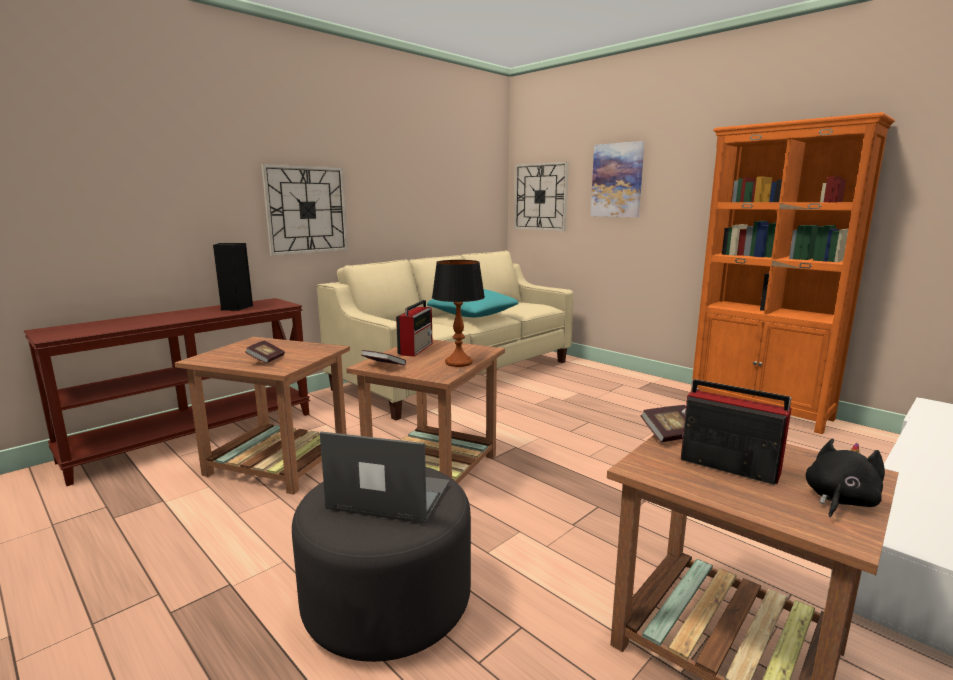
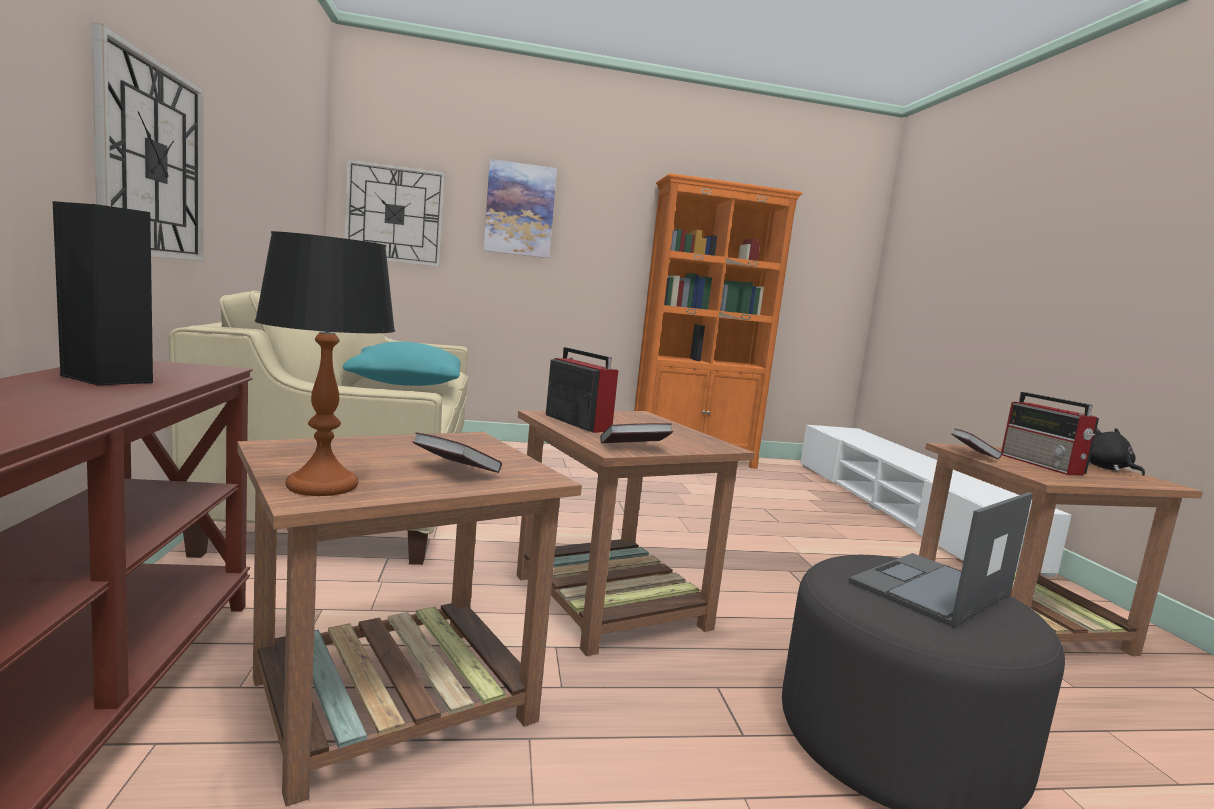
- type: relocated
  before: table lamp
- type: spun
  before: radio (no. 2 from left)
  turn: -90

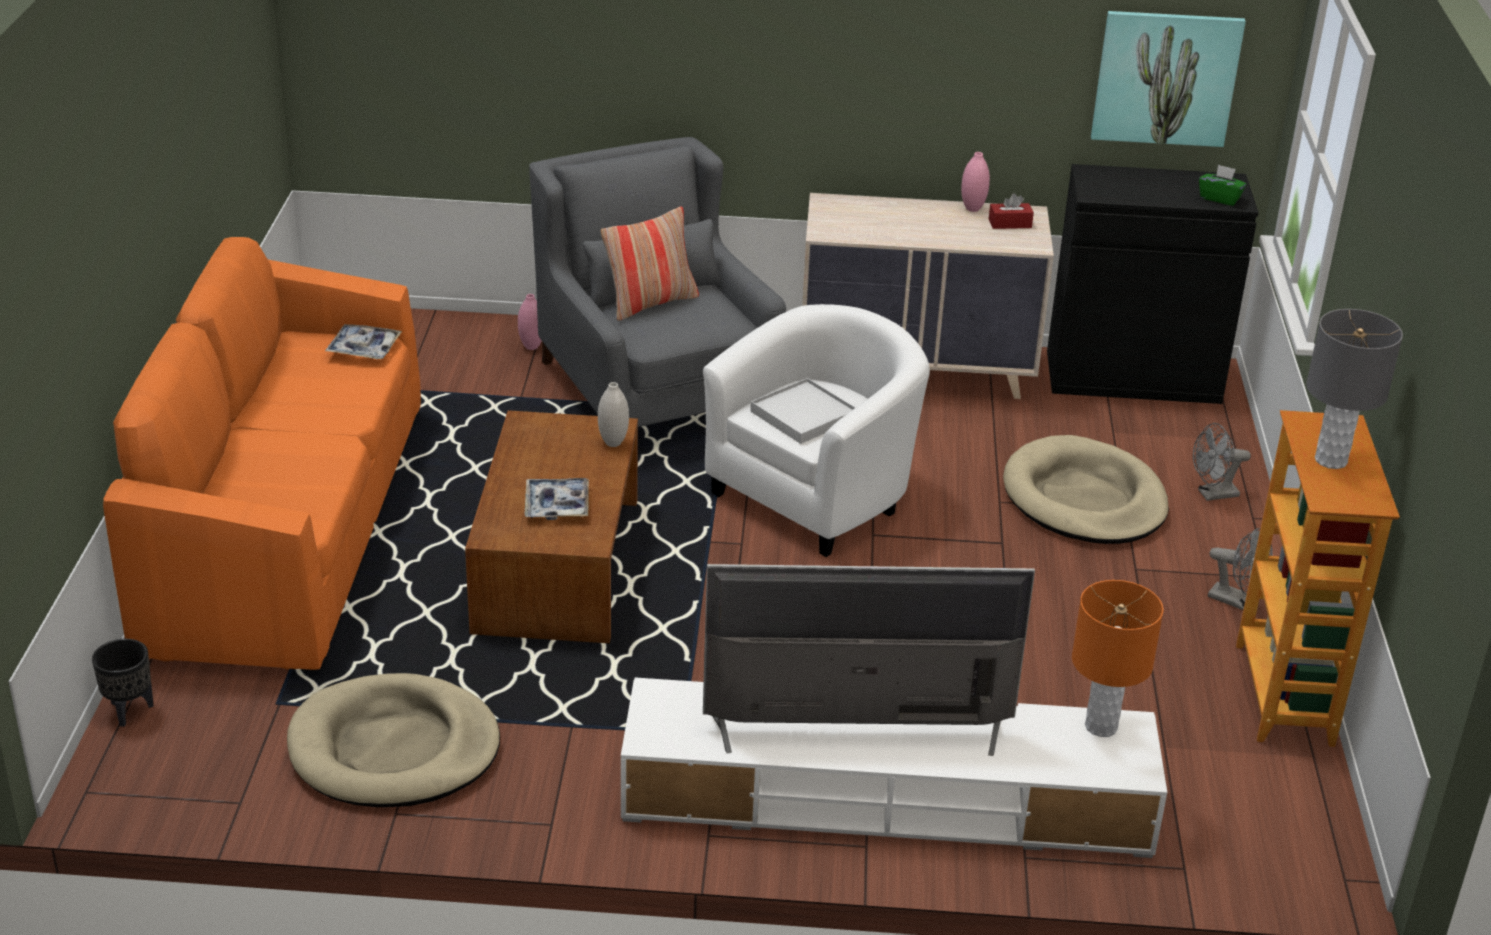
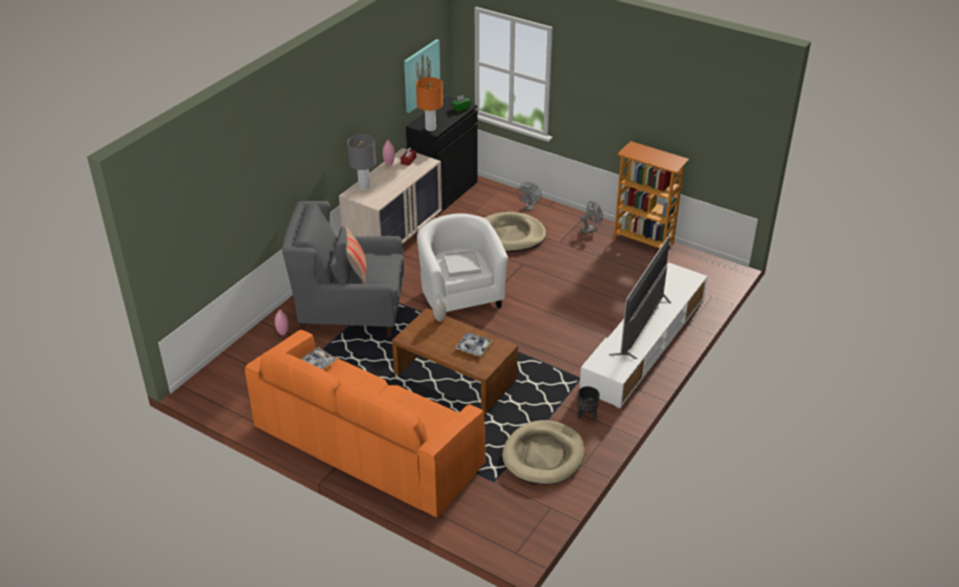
- type: relocated
  before: grey table lamp
- type: relocated
  before: orange table lamp
- type: relocated
  before: black planter

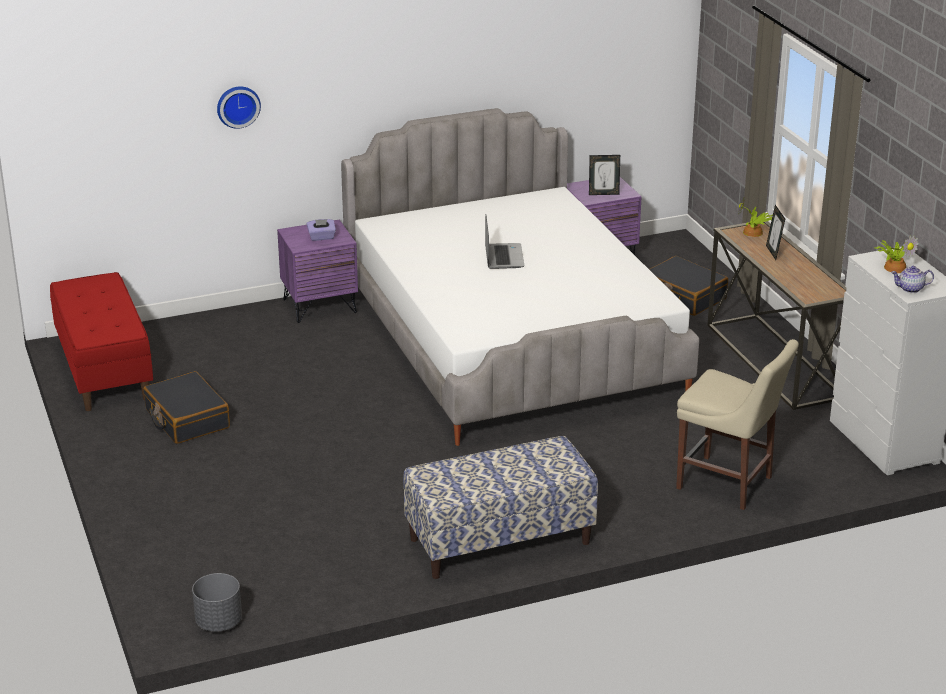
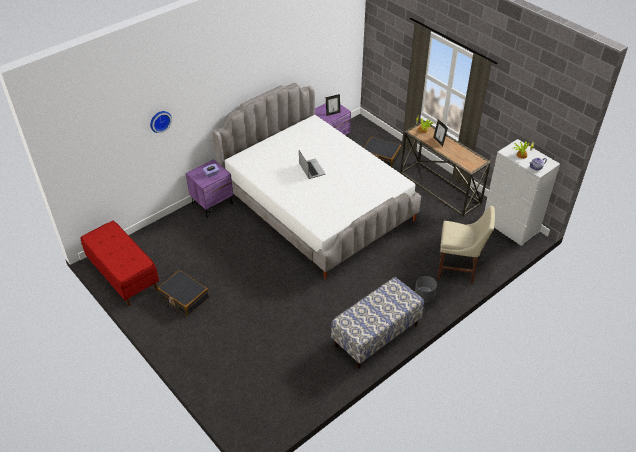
- type: relocated
  before: grey planter

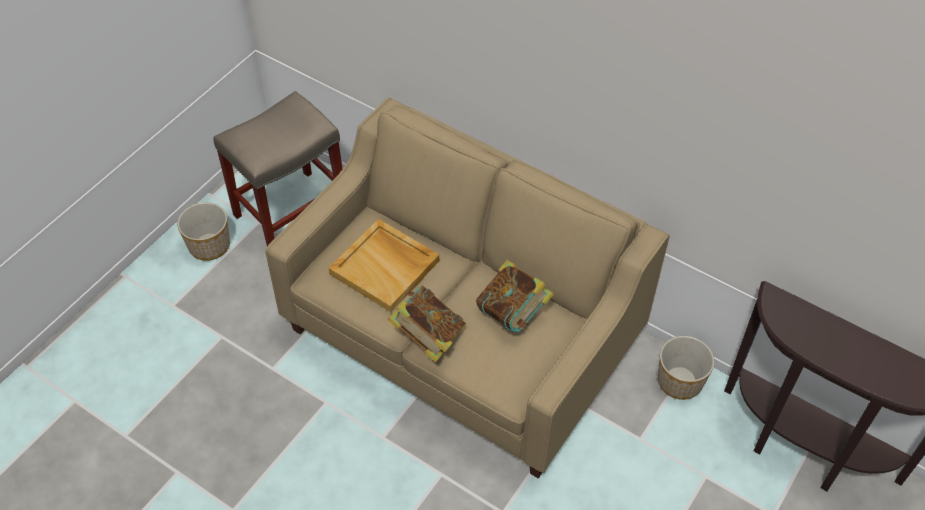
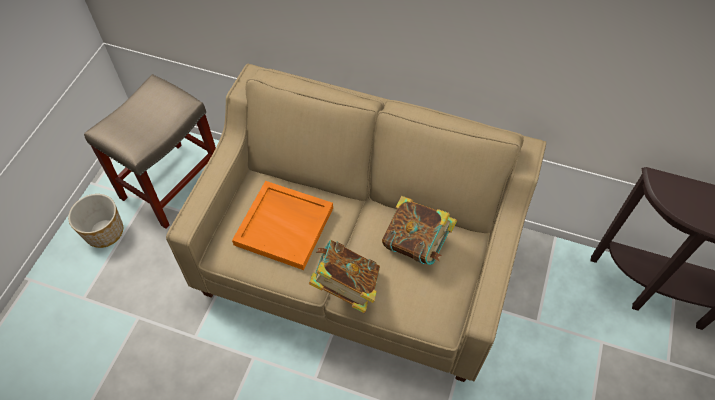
- type: colour
  before: beige tray
  after: orange tray
- type: missing
  before: planter (no. 2 from left)

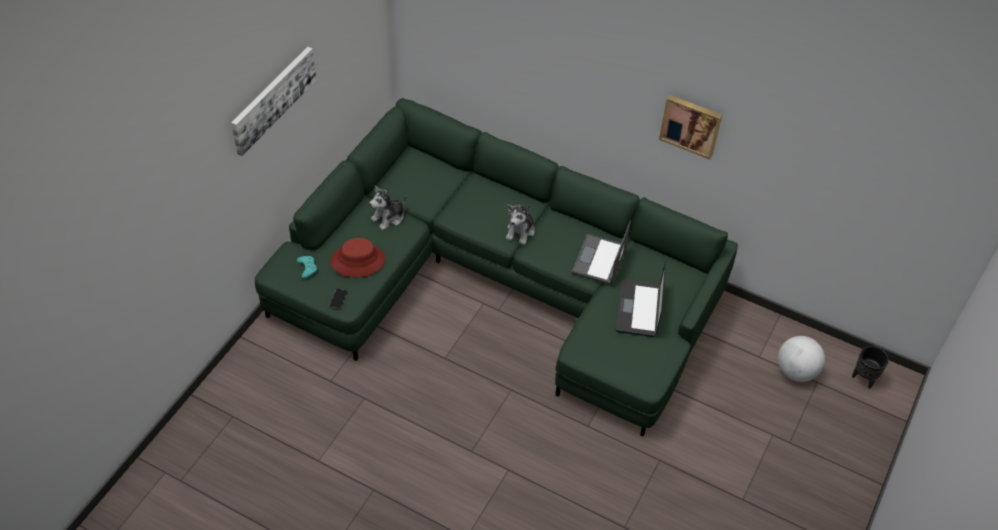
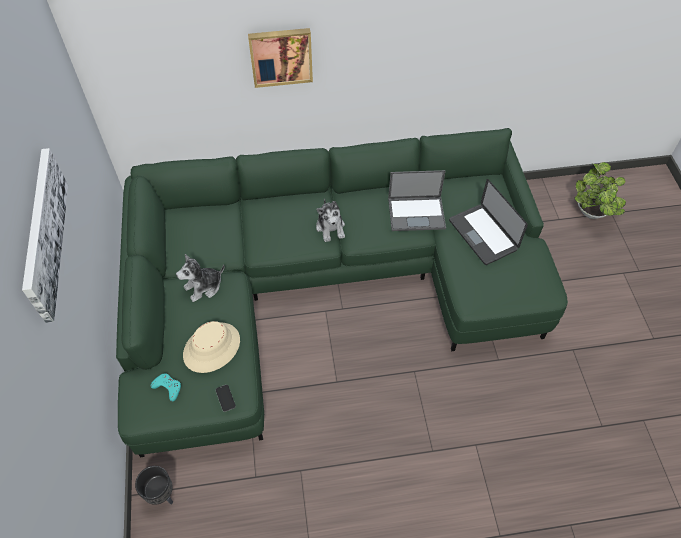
- type: relocated
  before: picture (no. 2 from left)
- type: spun
  before: plush toy (no. 1 from left)
  turn: 45
- type: spun
  before: laptop (no. 1 from left)
  turn: -75
- type: colour
  before: red hat
  after: beige hat
- type: exchanged
  before: globe
  after: potted plant
- type: relocated
  before: black planter

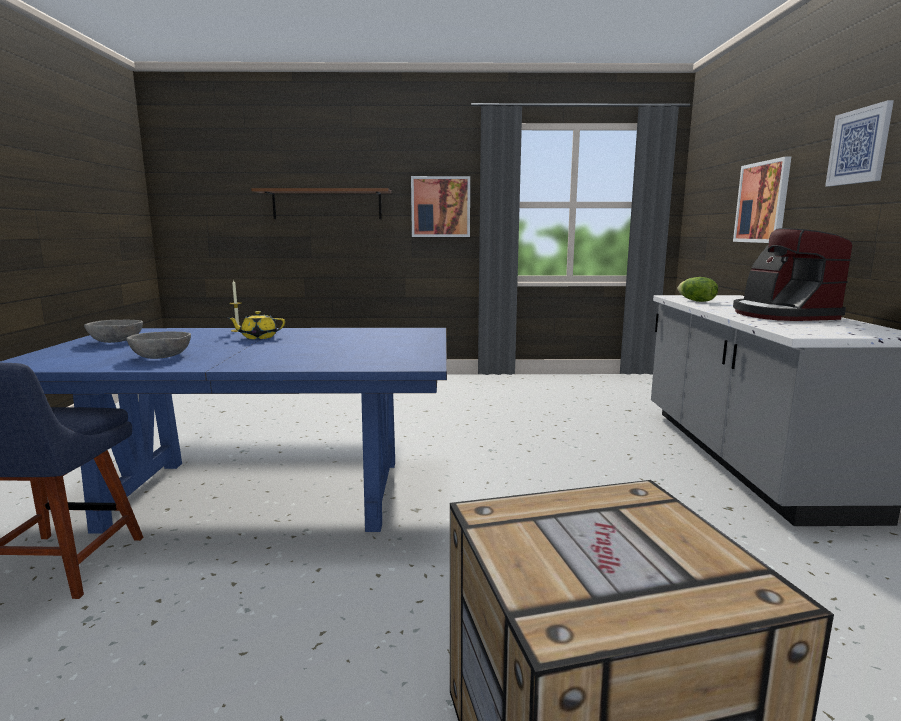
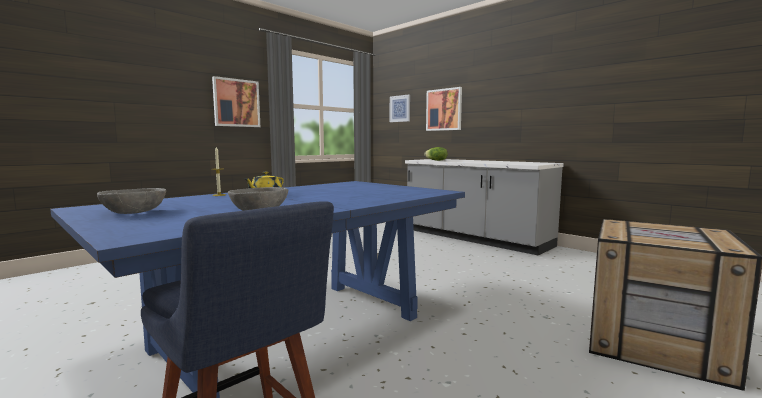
- type: relocated
  before: picture (no. 3 from left in the first image)
  after: picture (no. 2 from left)
- type: missing
  before: brown shelf
- type: missing
  before: coffee machine

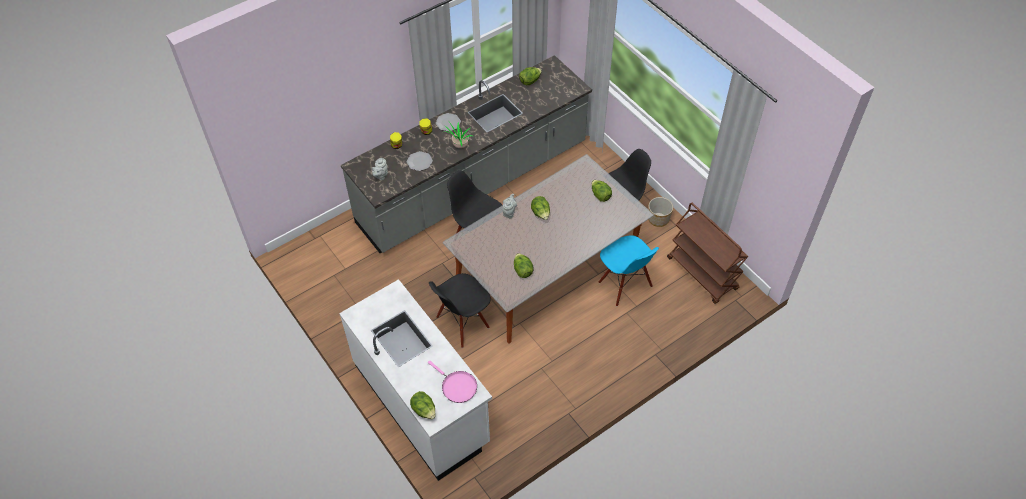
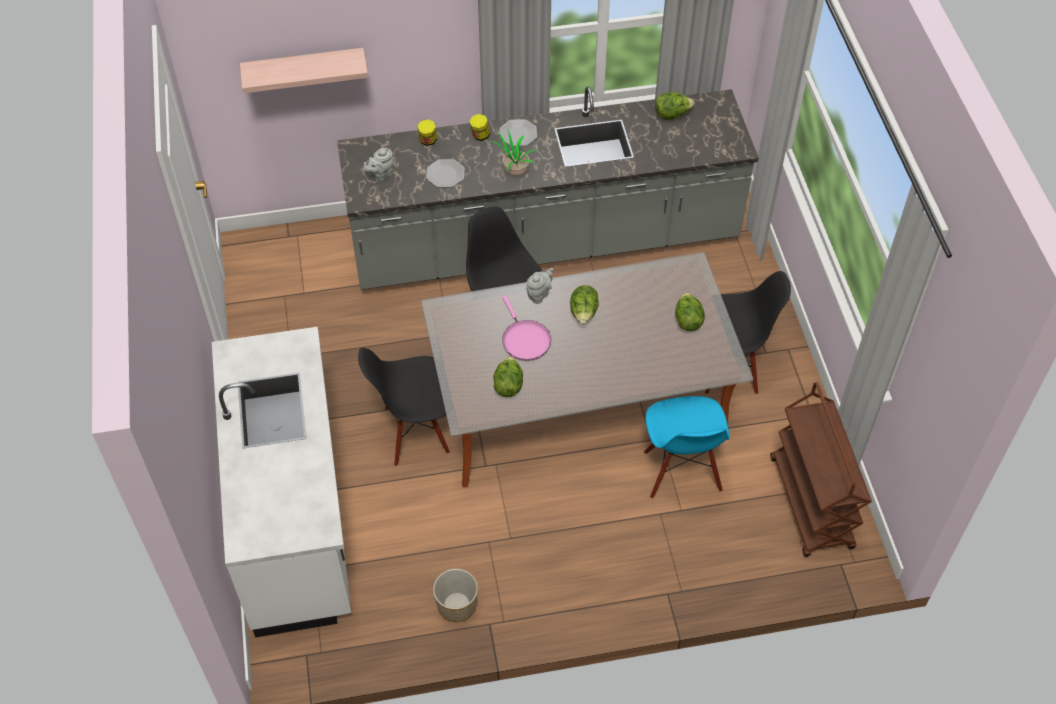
- type: relocated
  before: planter
- type: relocated
  before: pink frying pan
- type: missing
  before: lettuce (no. 1 from left)
- type: appeared
  after: shelf

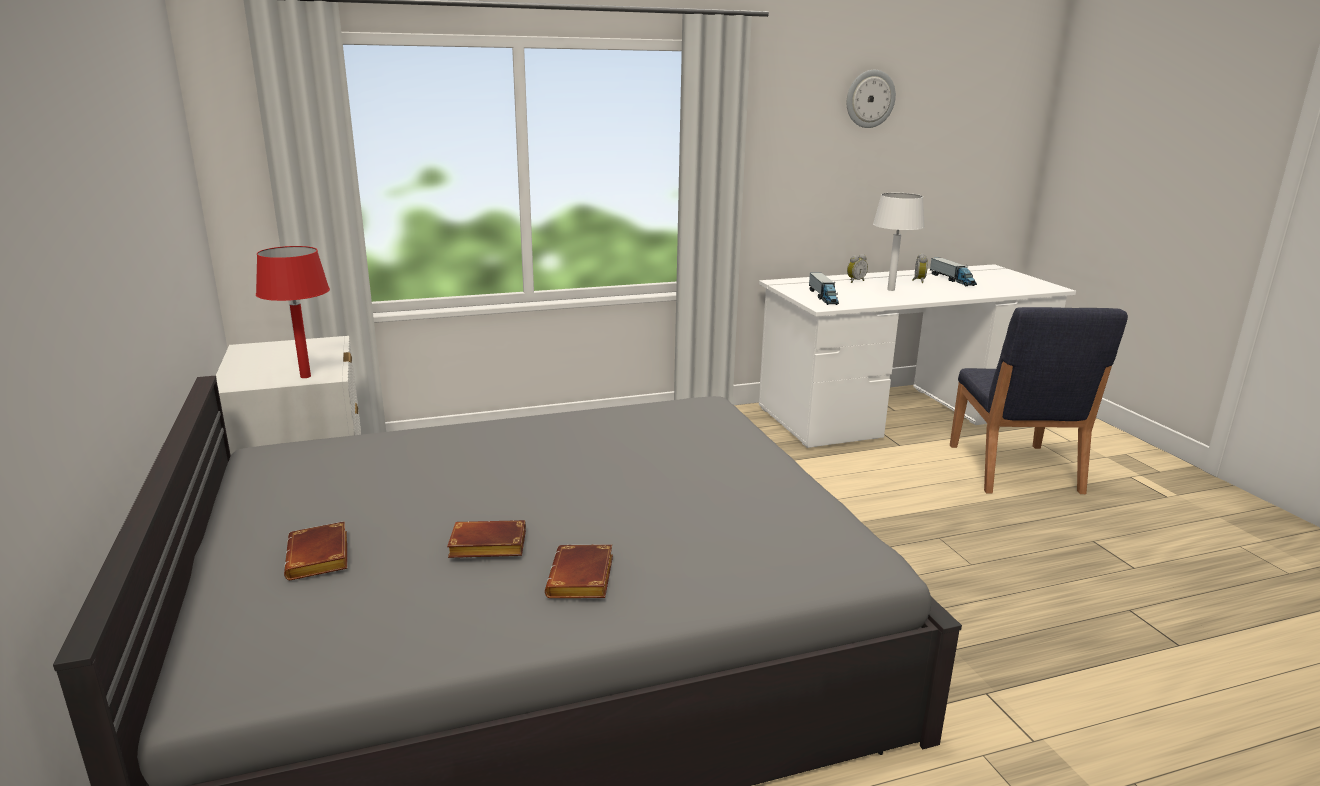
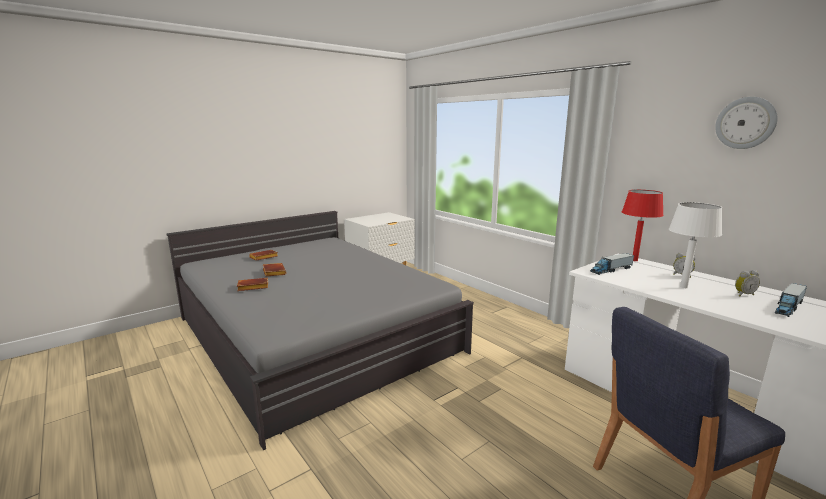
- type: relocated
  before: red table lamp

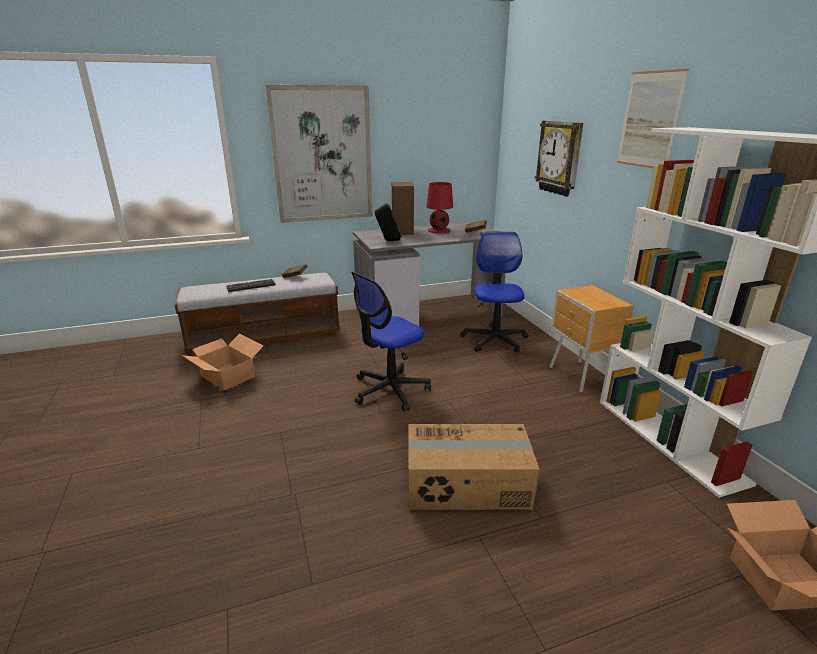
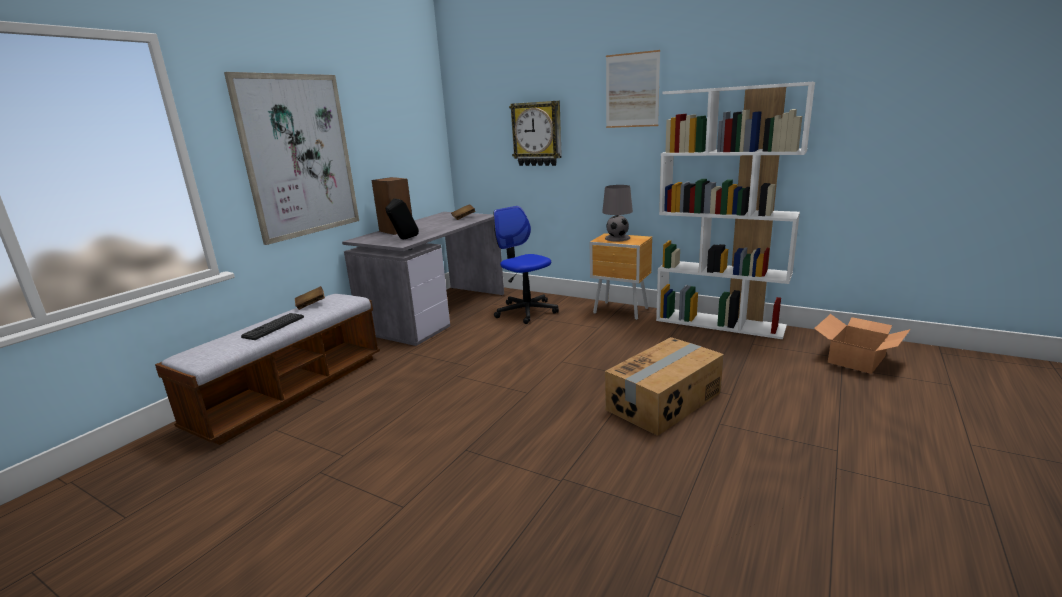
- type: missing
  before: red table lamp
- type: missing
  before: office chair (no. 1 from left)
- type: missing
  before: cardboard box (no. 1 from left)
- type: appeared
  after: grey table lamp

